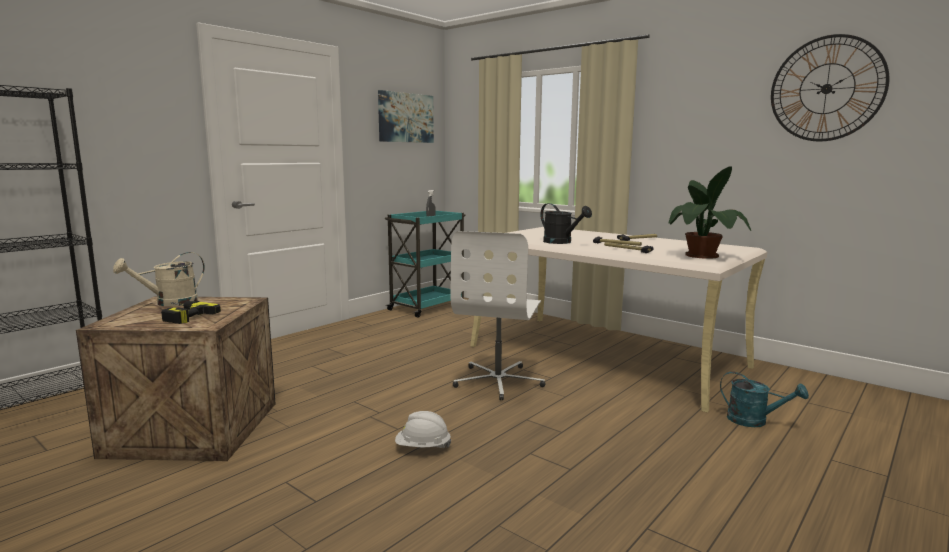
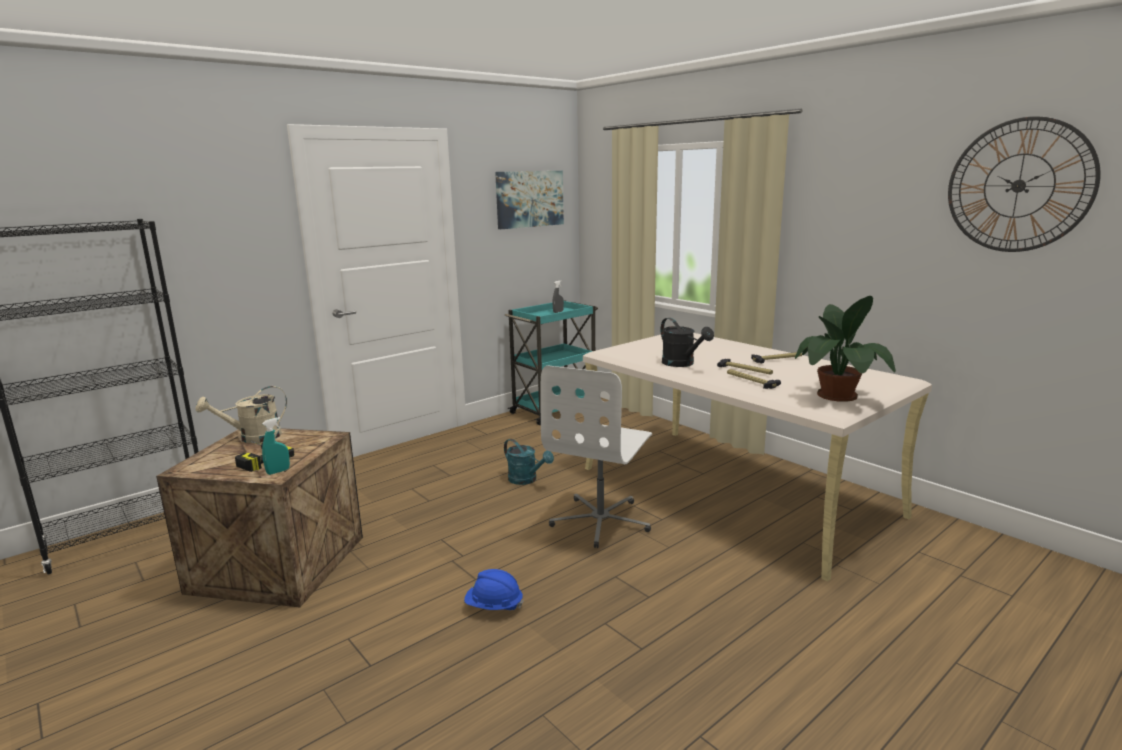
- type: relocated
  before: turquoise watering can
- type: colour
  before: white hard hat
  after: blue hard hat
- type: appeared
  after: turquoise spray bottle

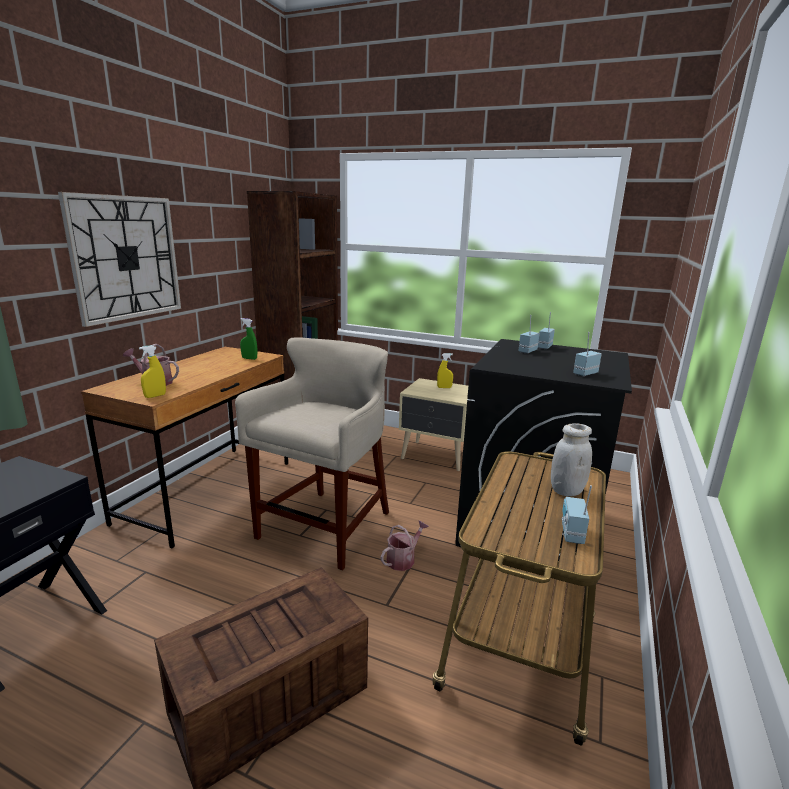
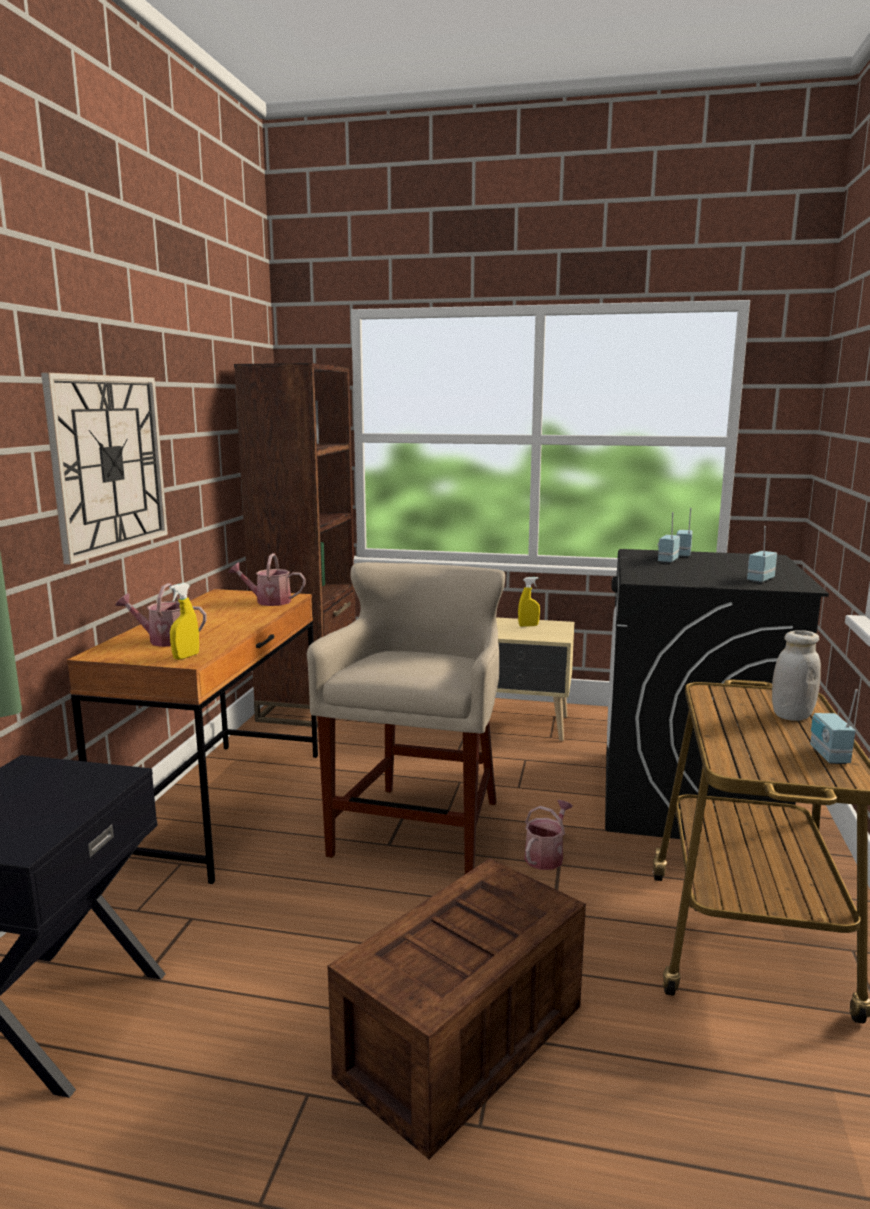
- type: exchanged
  before: green spray bottle
  after: watering can (no. 2 from left)

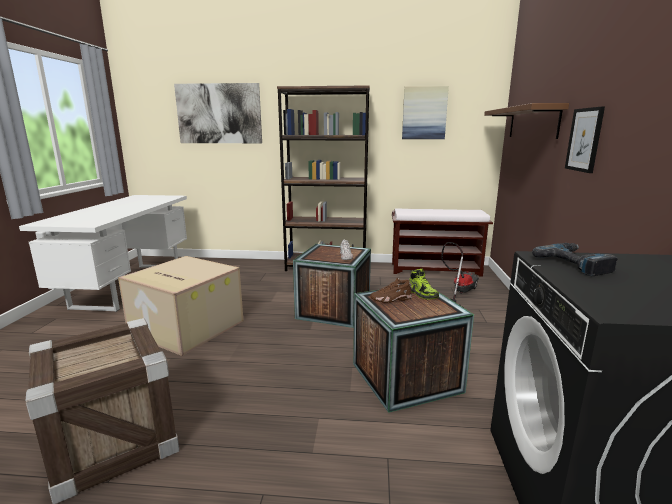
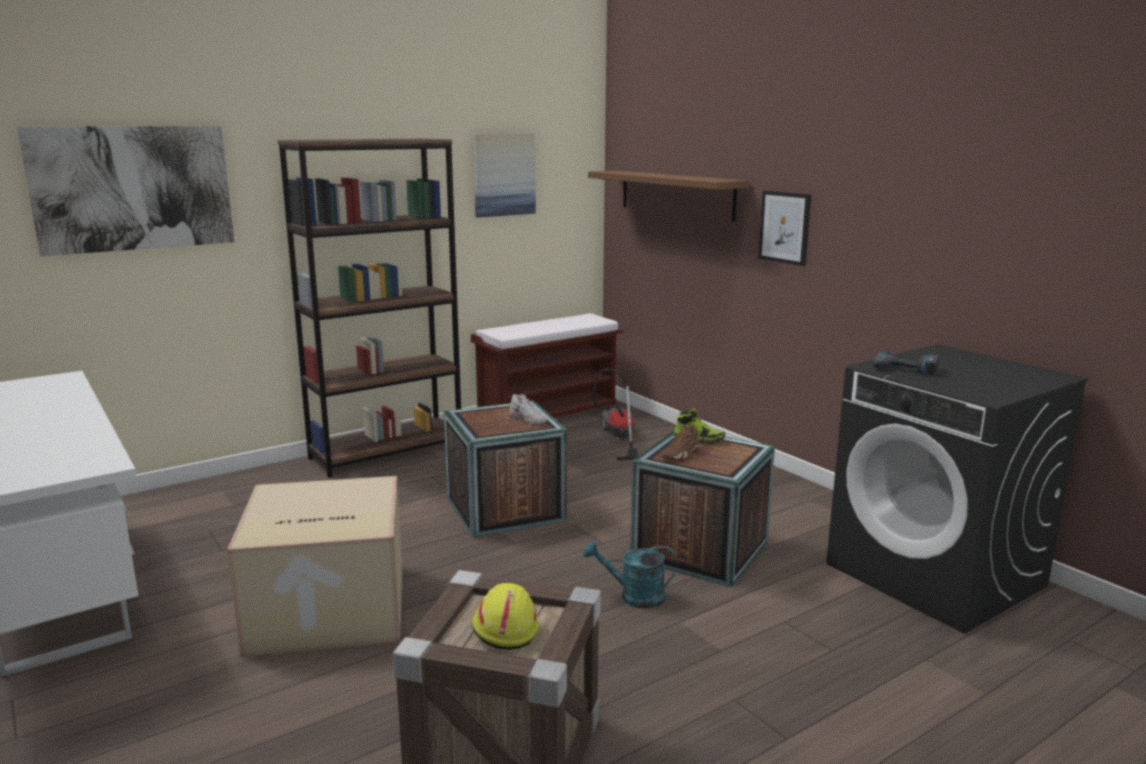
- type: appeared
  after: turquoise watering can
- type: appeared
  after: yellow hard hat

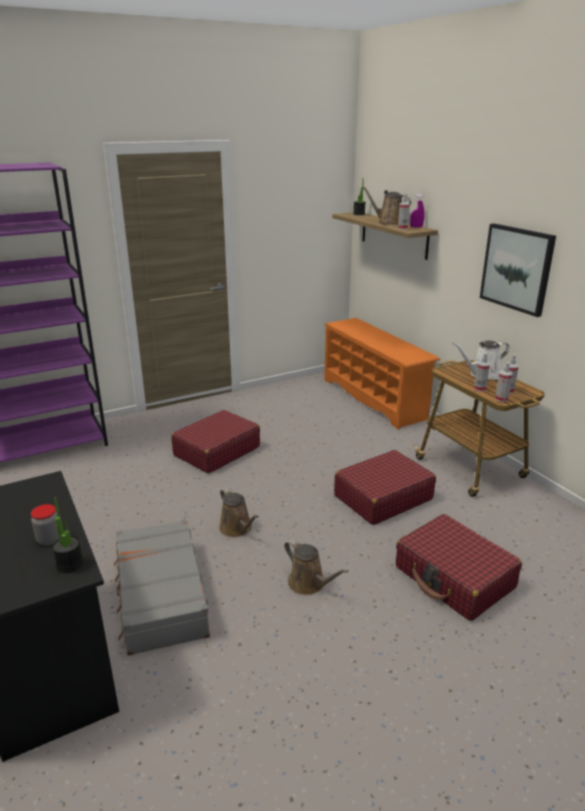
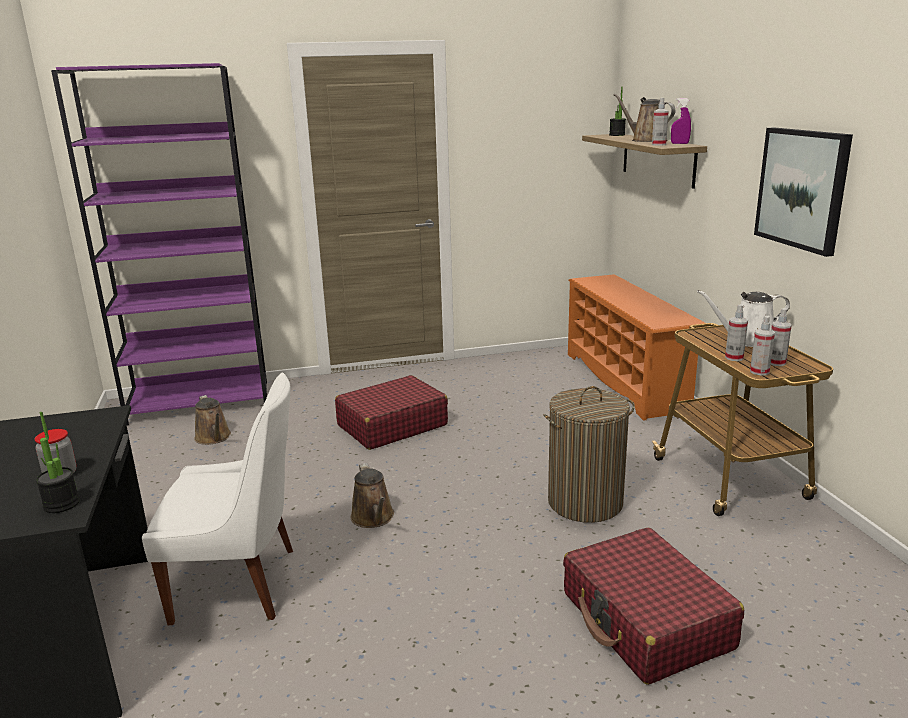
- type: exchanged
  before: red suitcase (no. 2 from left)
  after: laundry basket
- type: exchanged
  before: grey suitcase
  after: white chair
- type: relocated
  before: brown watering can (no. 2 from left in the first image)
  after: brown watering can (no. 1 from left)

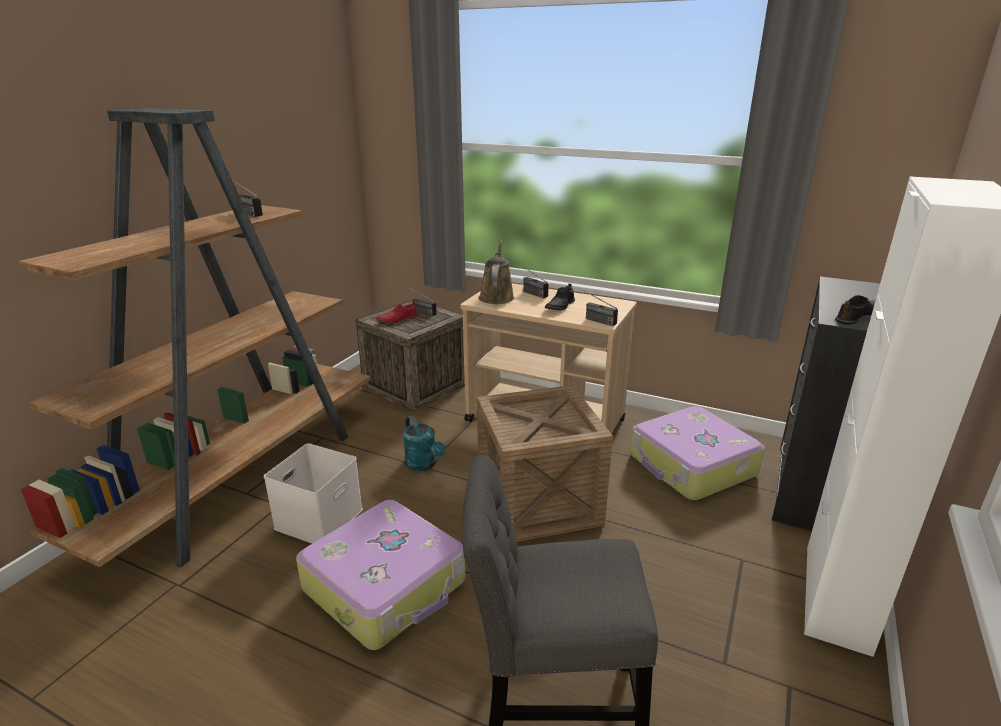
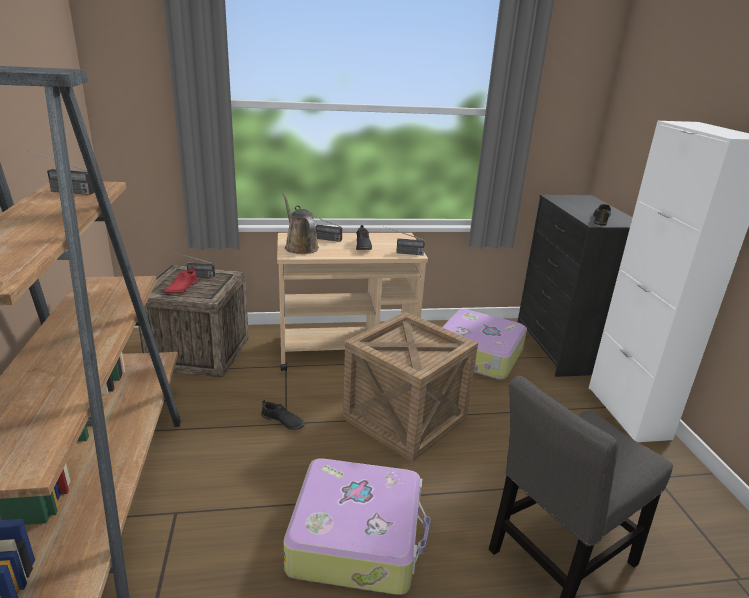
- type: exchanged
  before: turquoise watering can
  after: black shoe (no. 1 from left)
- type: missing
  before: white storage box

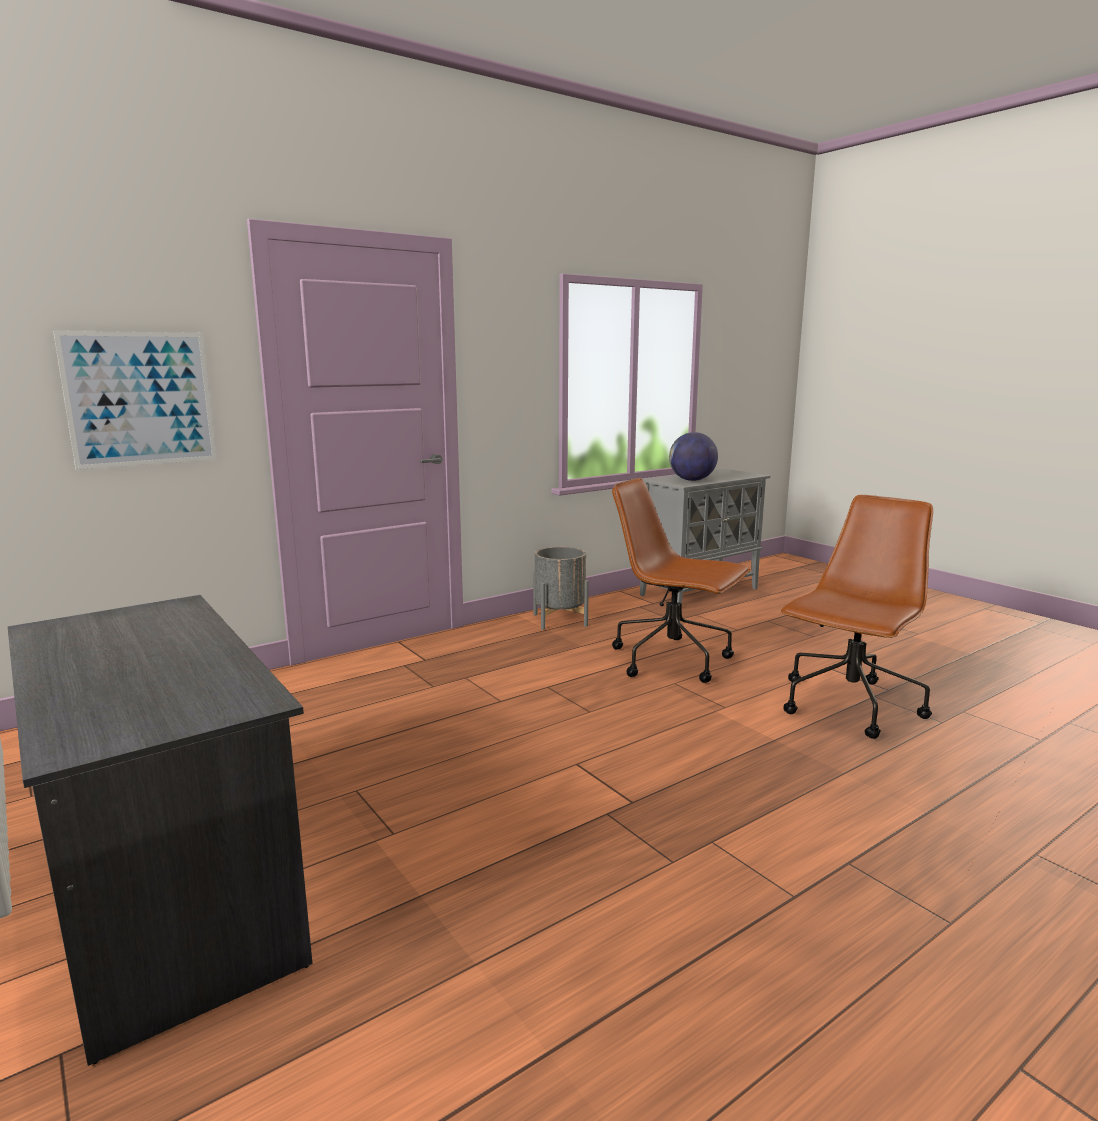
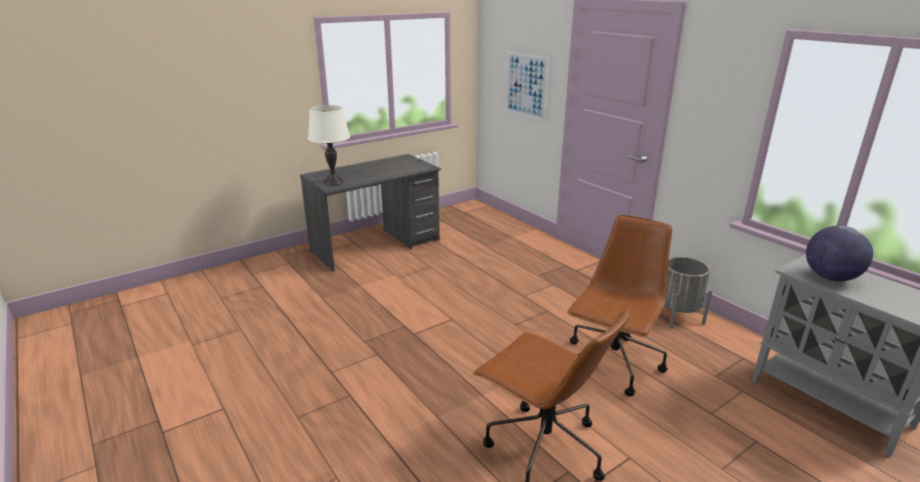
- type: appeared
  after: white table lamp

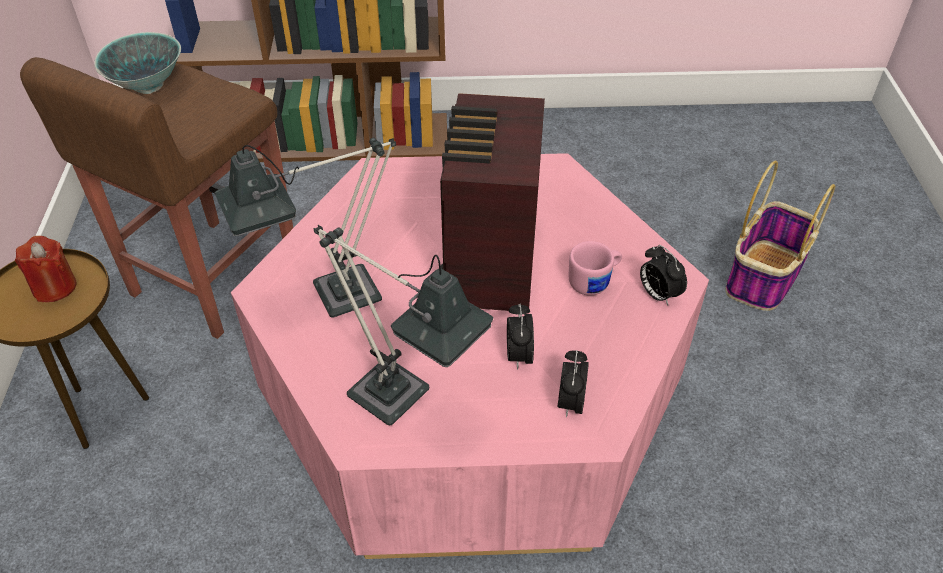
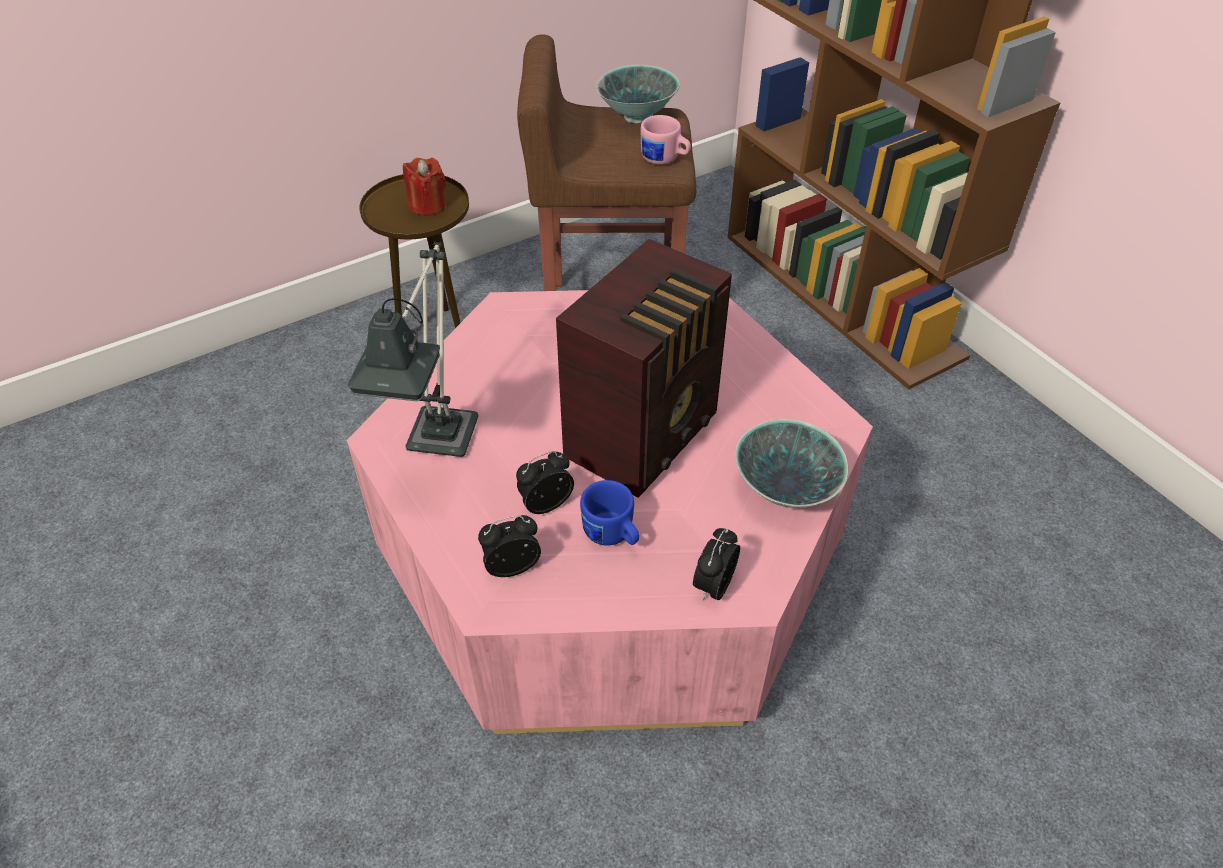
- type: spun
  before: radio
  turn: 150
- type: missing
  before: table lamp (no. 1 from left)
- type: missing
  before: basket
- type: relocated
  before: pink mug
- type: appeared
  after: bowl (no. 2 from left)
- type: appeared
  after: blue mug

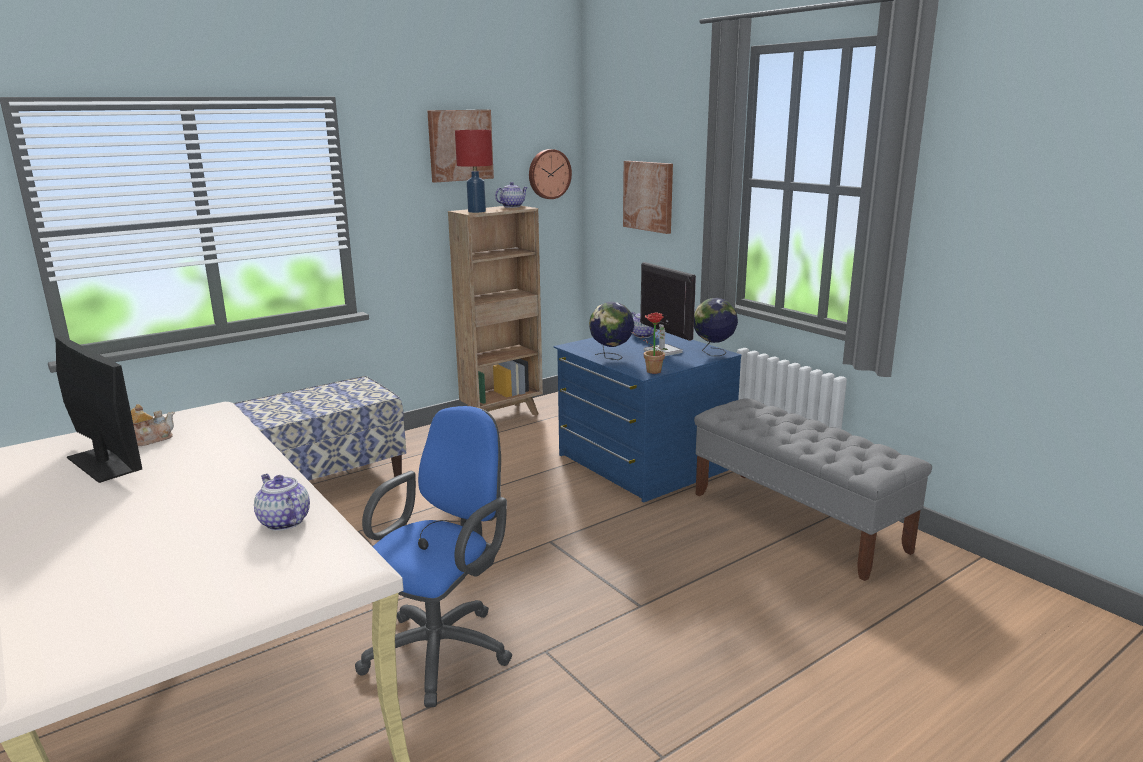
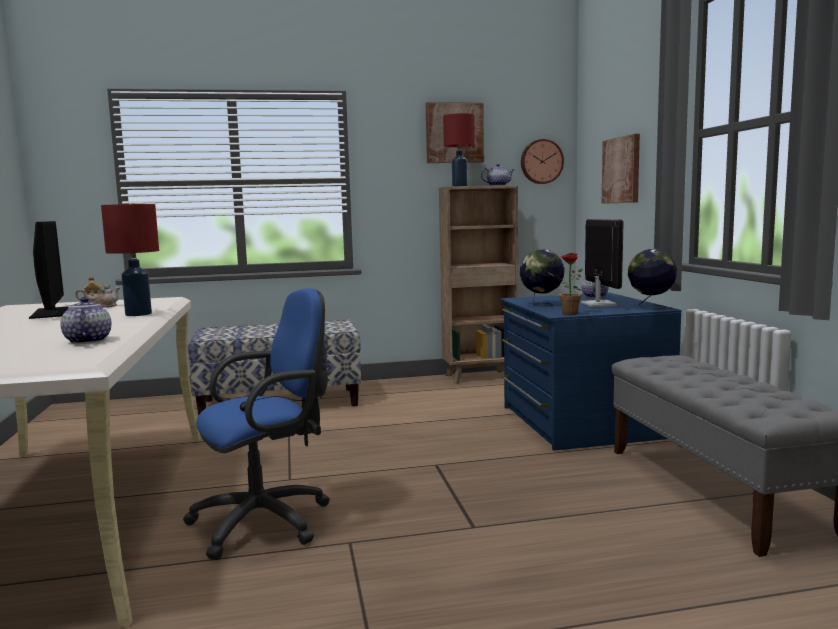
- type: appeared
  after: red table lamp (no. 1 from left)

